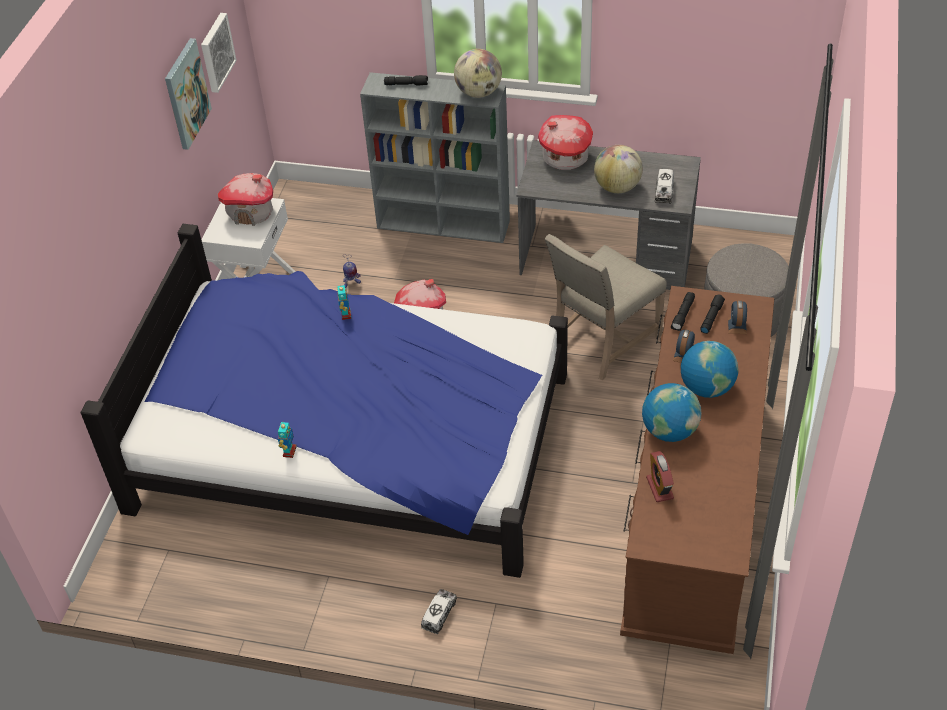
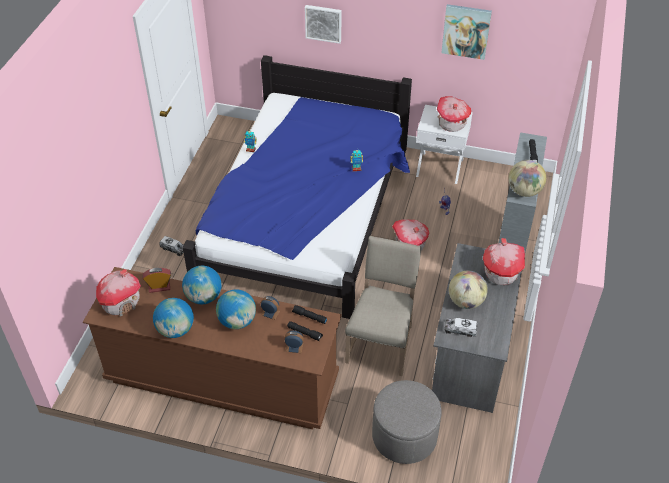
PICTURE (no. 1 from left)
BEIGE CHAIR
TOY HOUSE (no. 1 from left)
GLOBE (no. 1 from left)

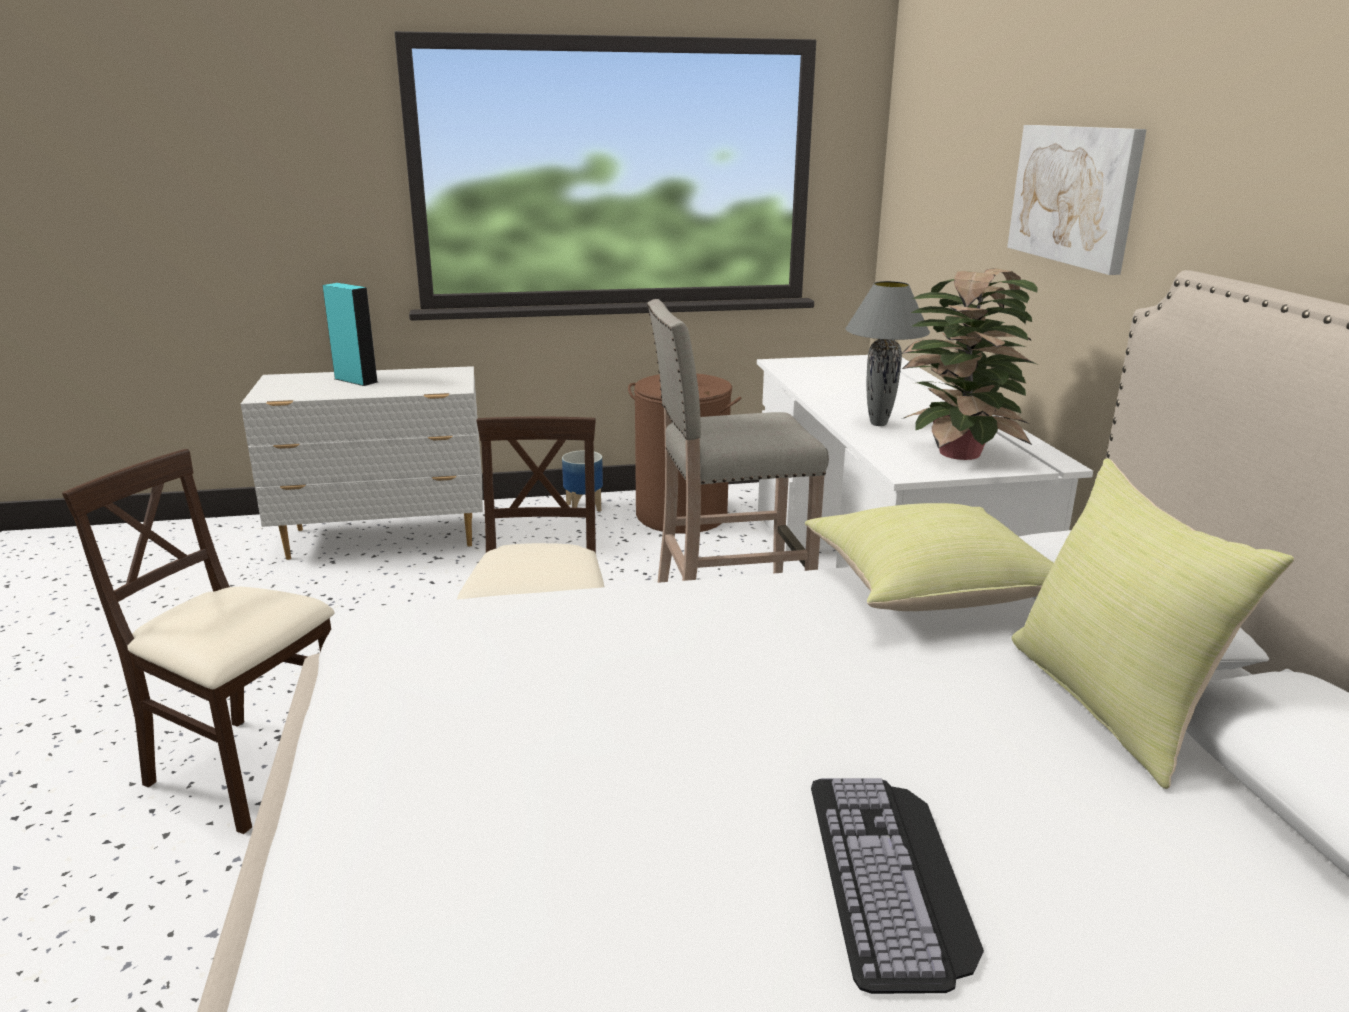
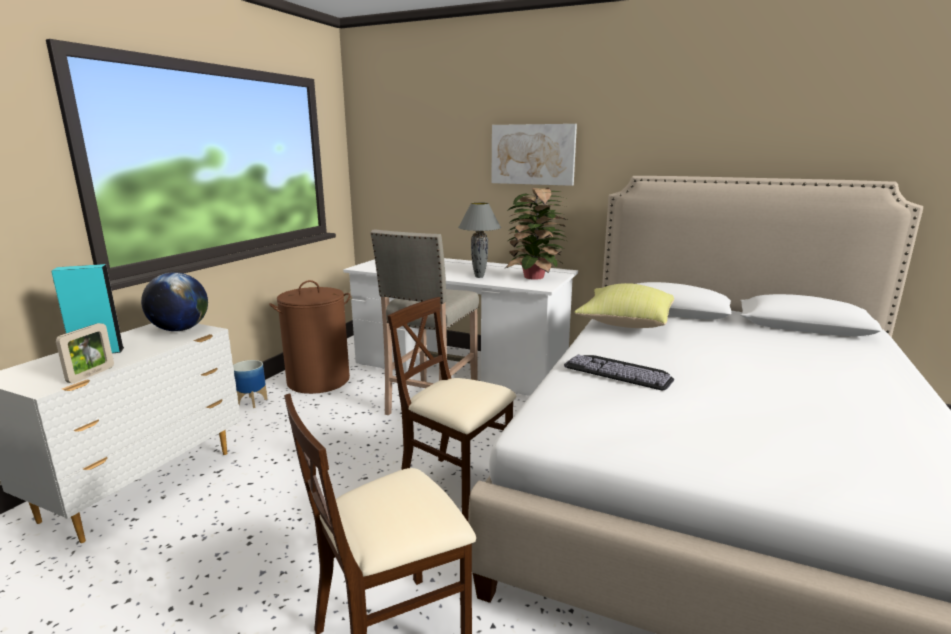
YELLOW PILLOW (no. 2 from left in the first image)
KEYBOARD
GLOBE
PICTURE FRAME

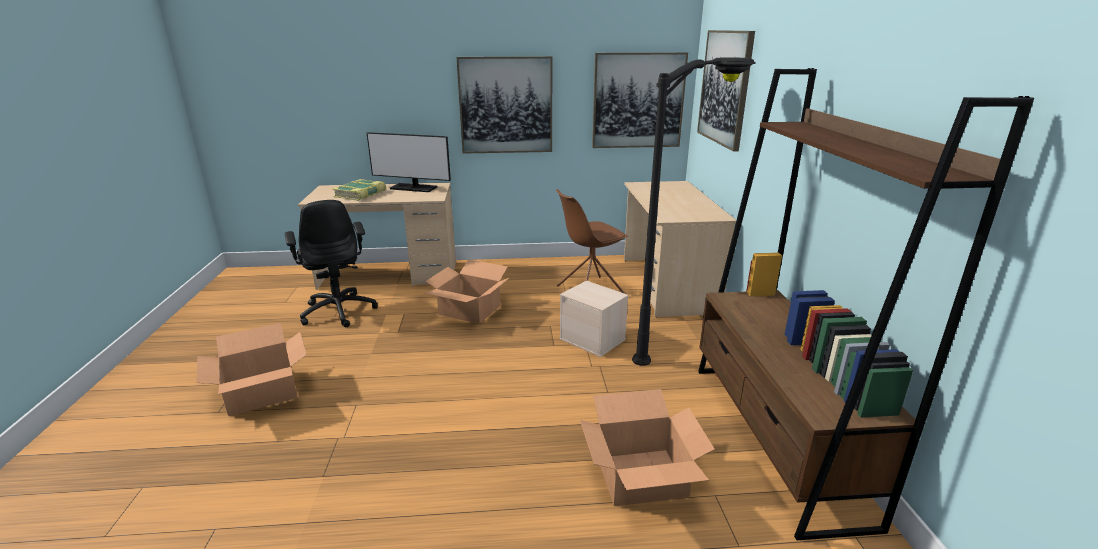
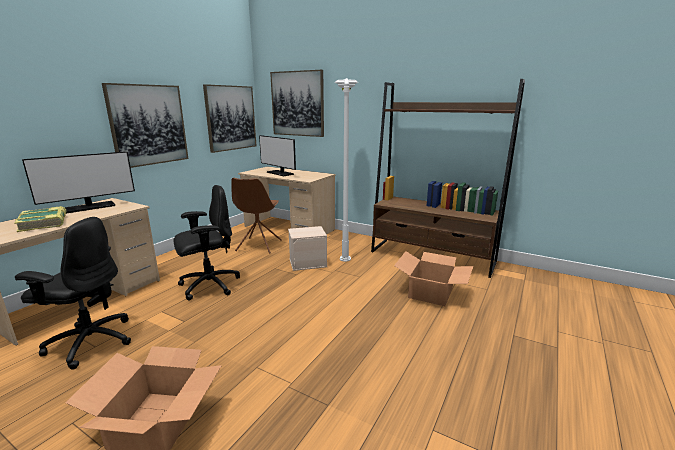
WHITE FLOOR LAMP
BLACK OFFICE CHAIR (no. 2 from left)
MONITOR (no. 2 from left)

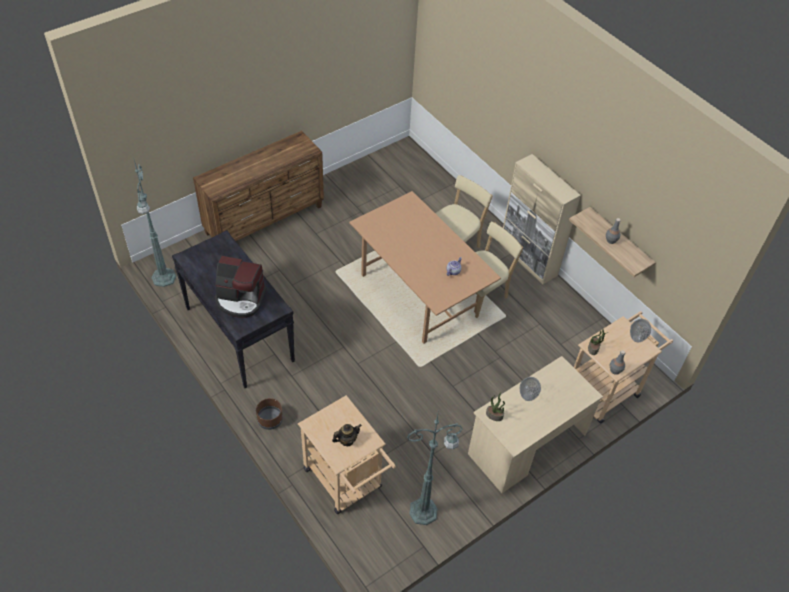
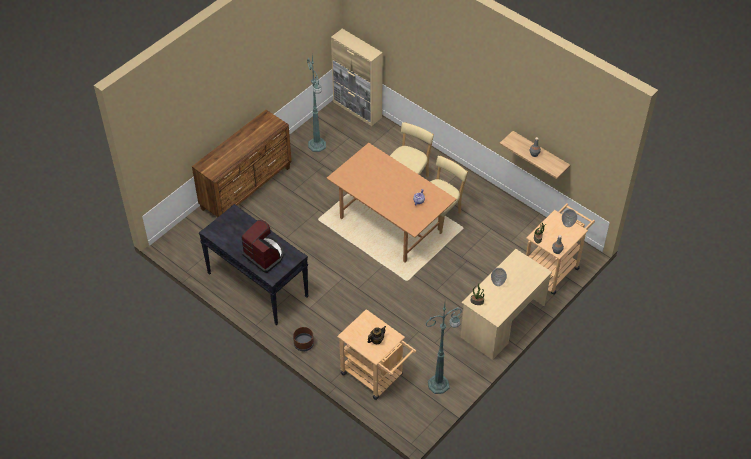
BEIGE CABINET
GREEN FLOOR LAMP (no. 1 from left)
COFFEE MACHINE

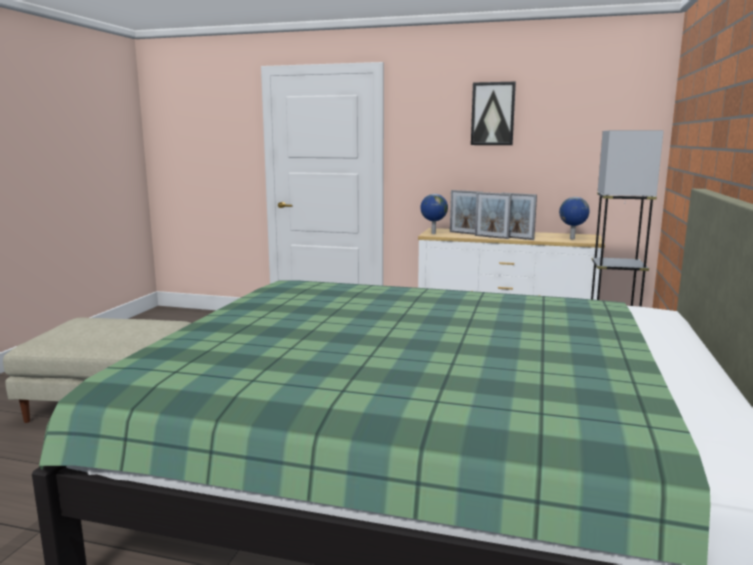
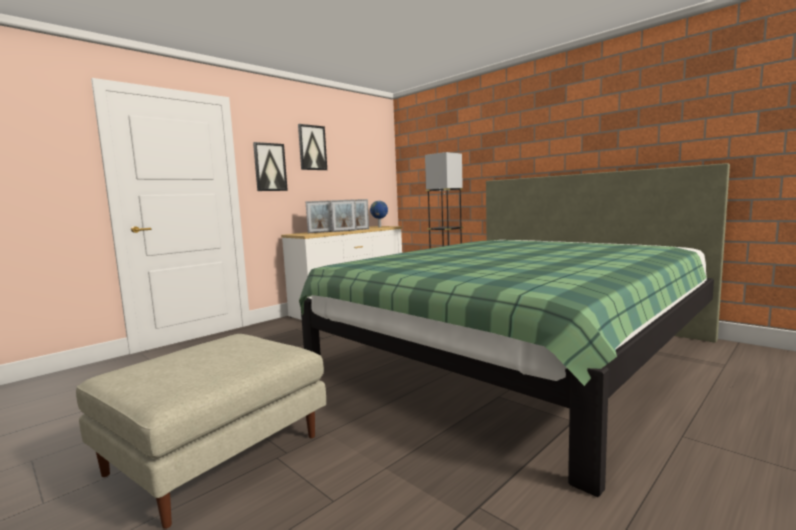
GLOBE (no. 1 from left in the first image)
PICTURE (no. 1 from left)

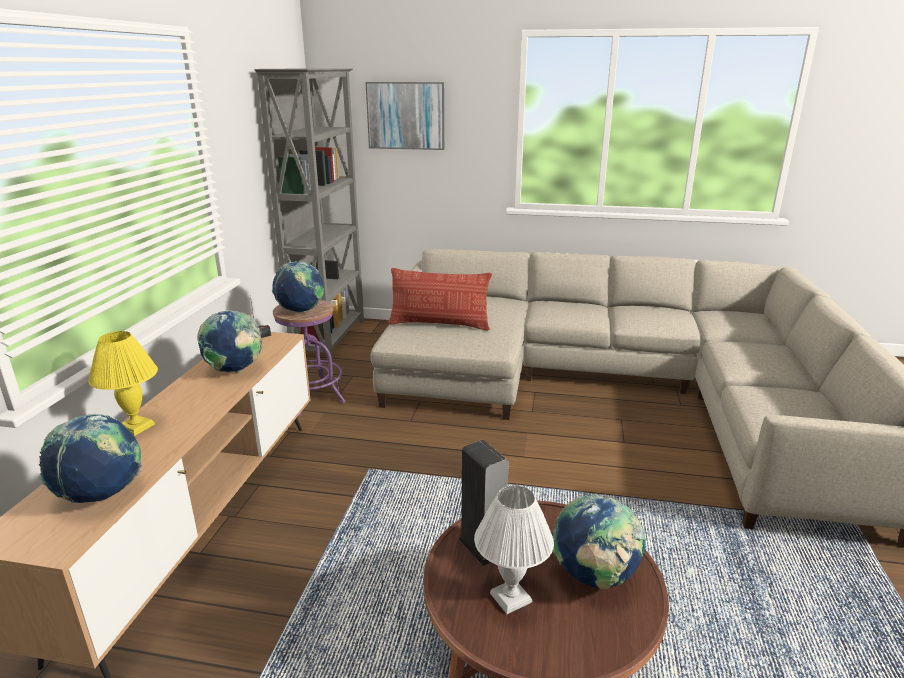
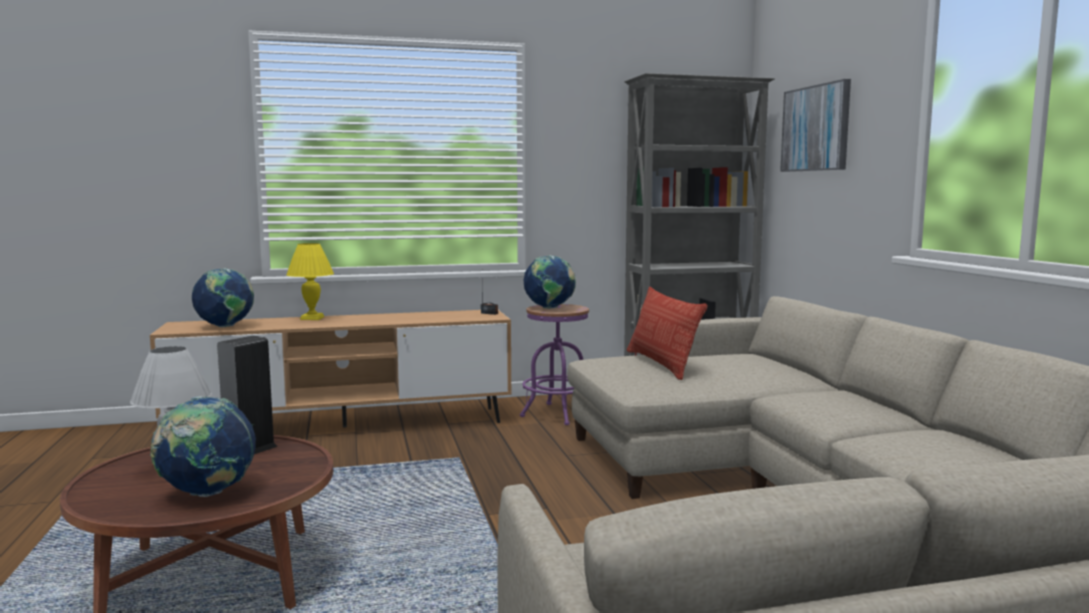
GLOBE (no. 2 from left in the first image)

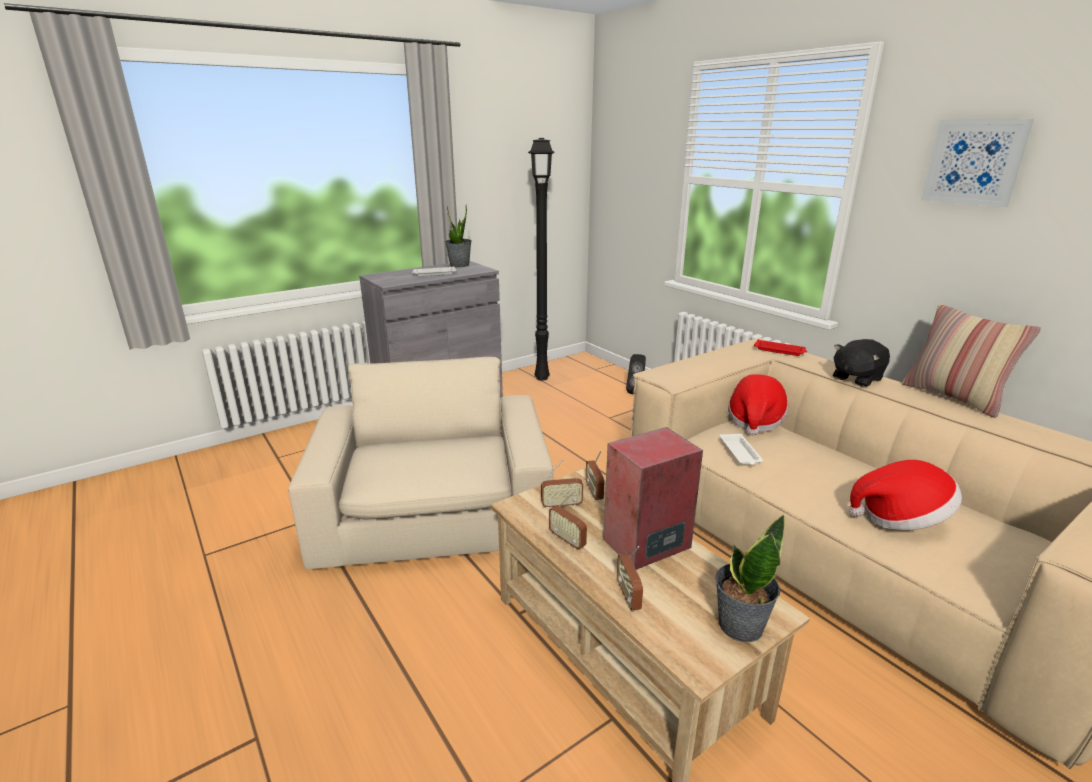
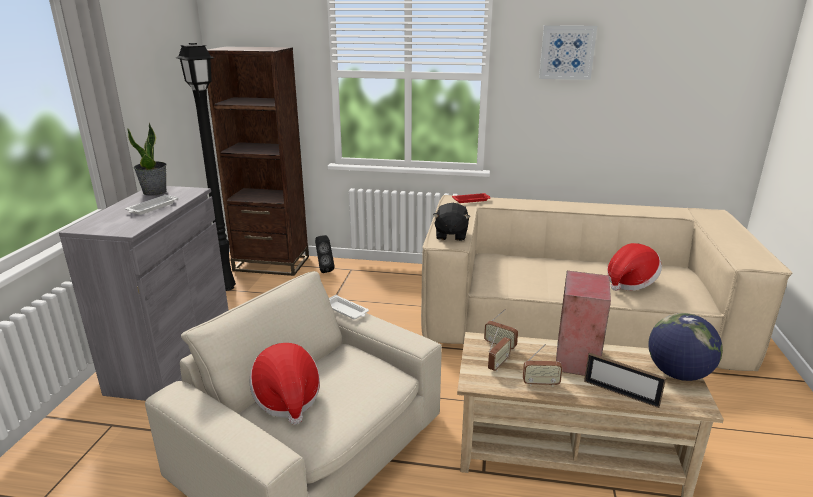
PILLOW
BLACK PLUSH TOY
HAT (no. 1 from left)
WHITE TRAY (no. 2 from left)
GLOBE
PICTURE FRAME
BROWN BOOKCASE

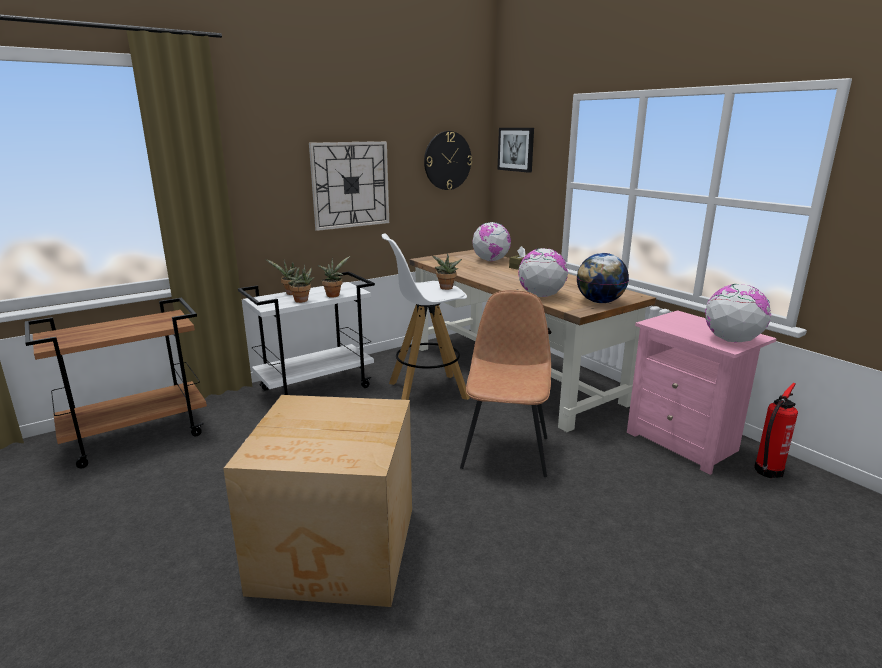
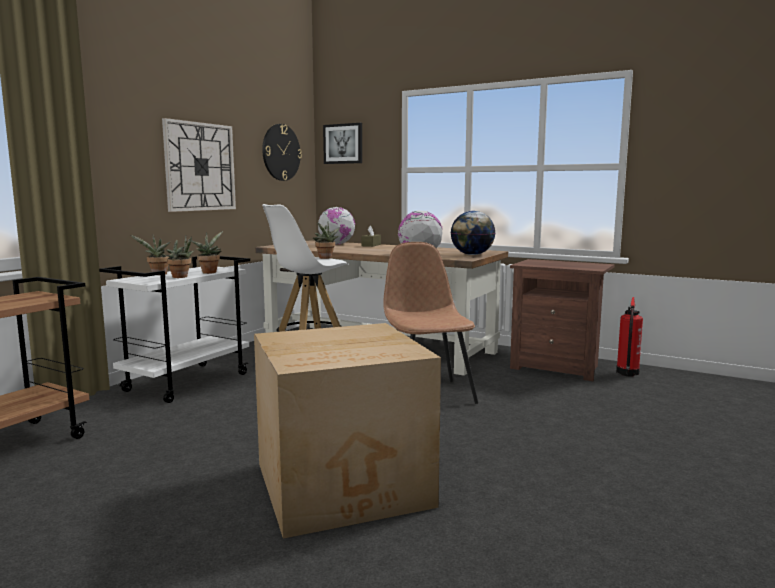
GLOBE (no. 4 from left in the first image)
BROWN NIGHTSTAND

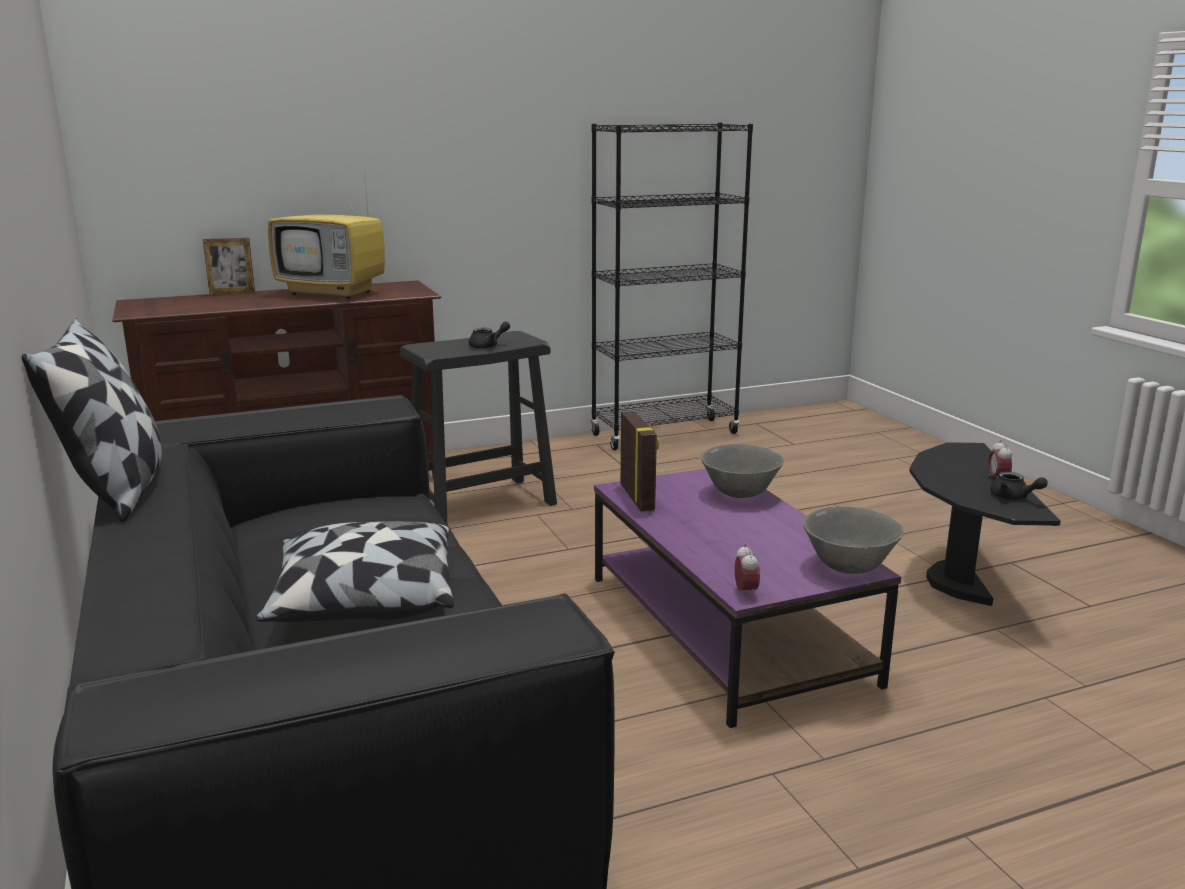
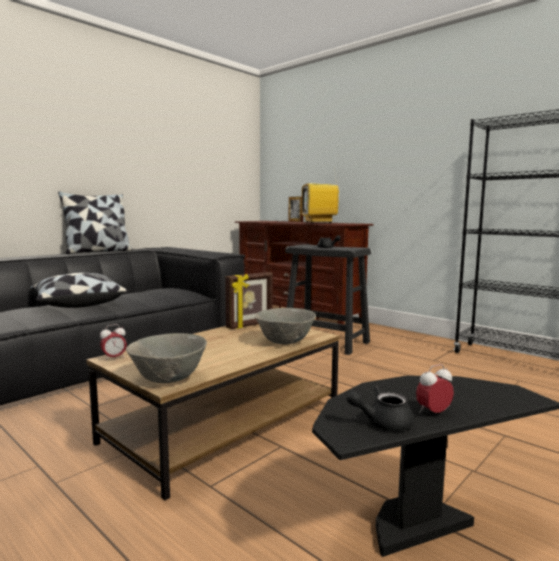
BROWN COFFEE TABLE
BLACK TEAPOT (no. 2 from left)

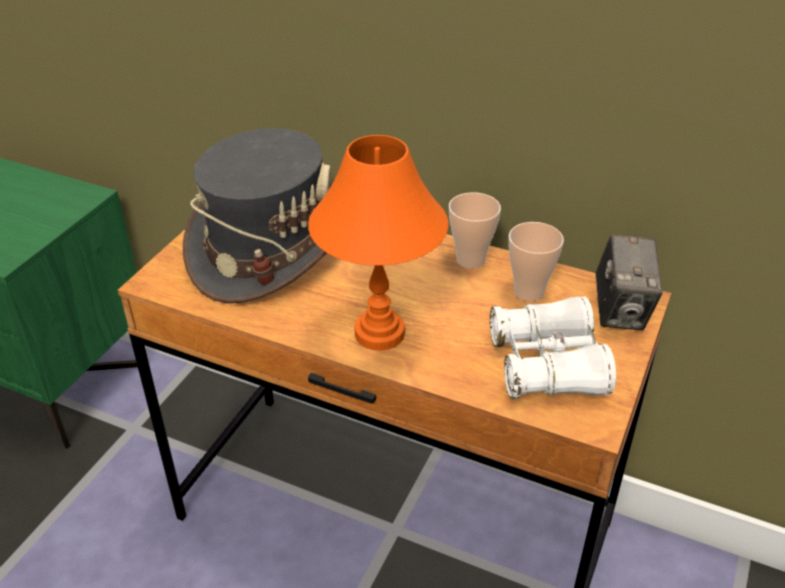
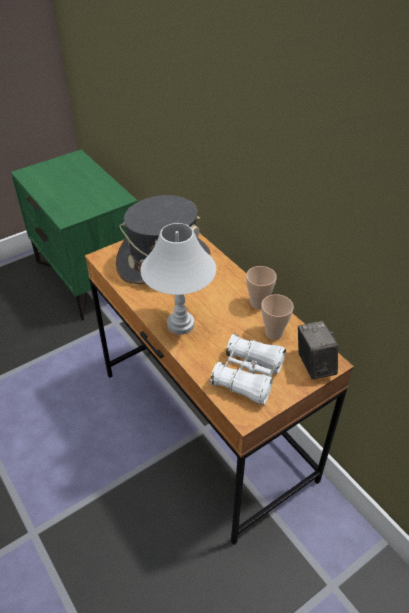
WHITE TABLE LAMP
PHOTO CAMERA

